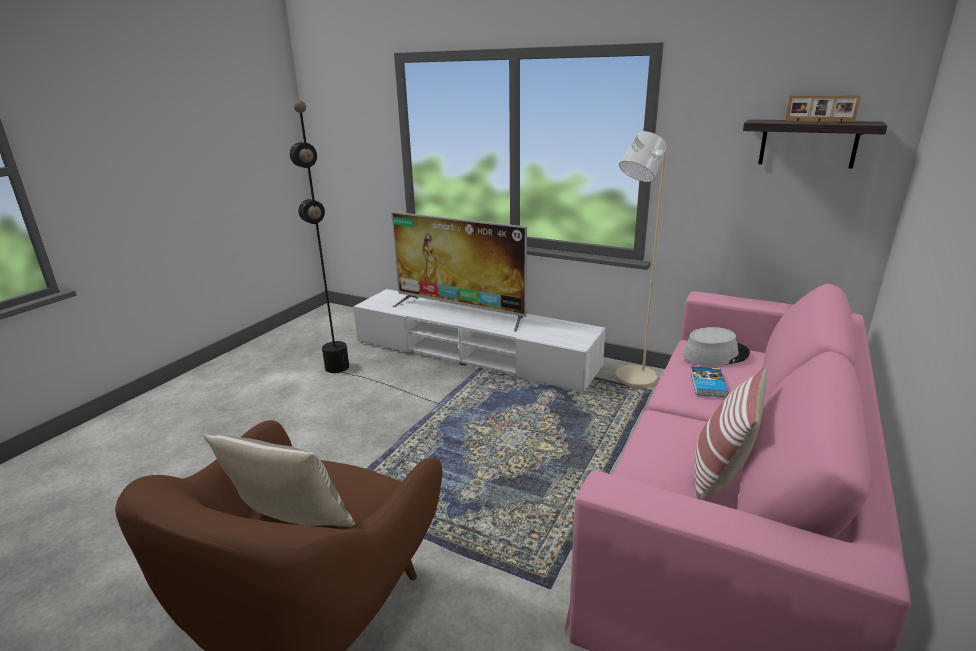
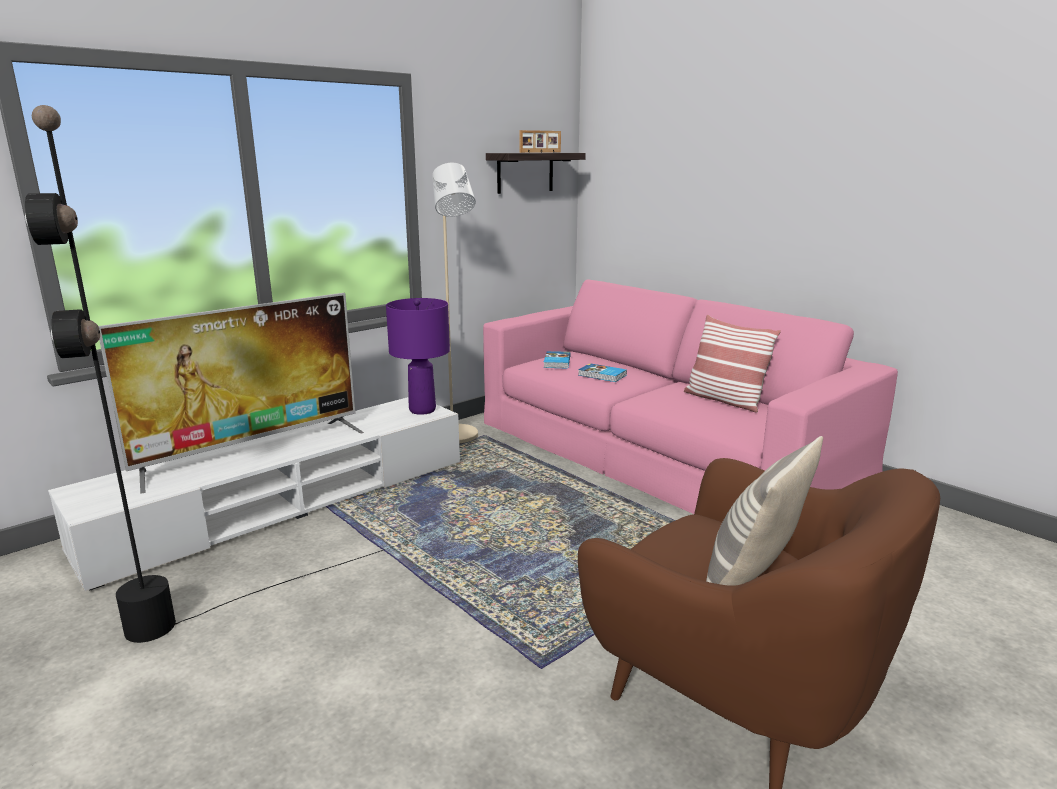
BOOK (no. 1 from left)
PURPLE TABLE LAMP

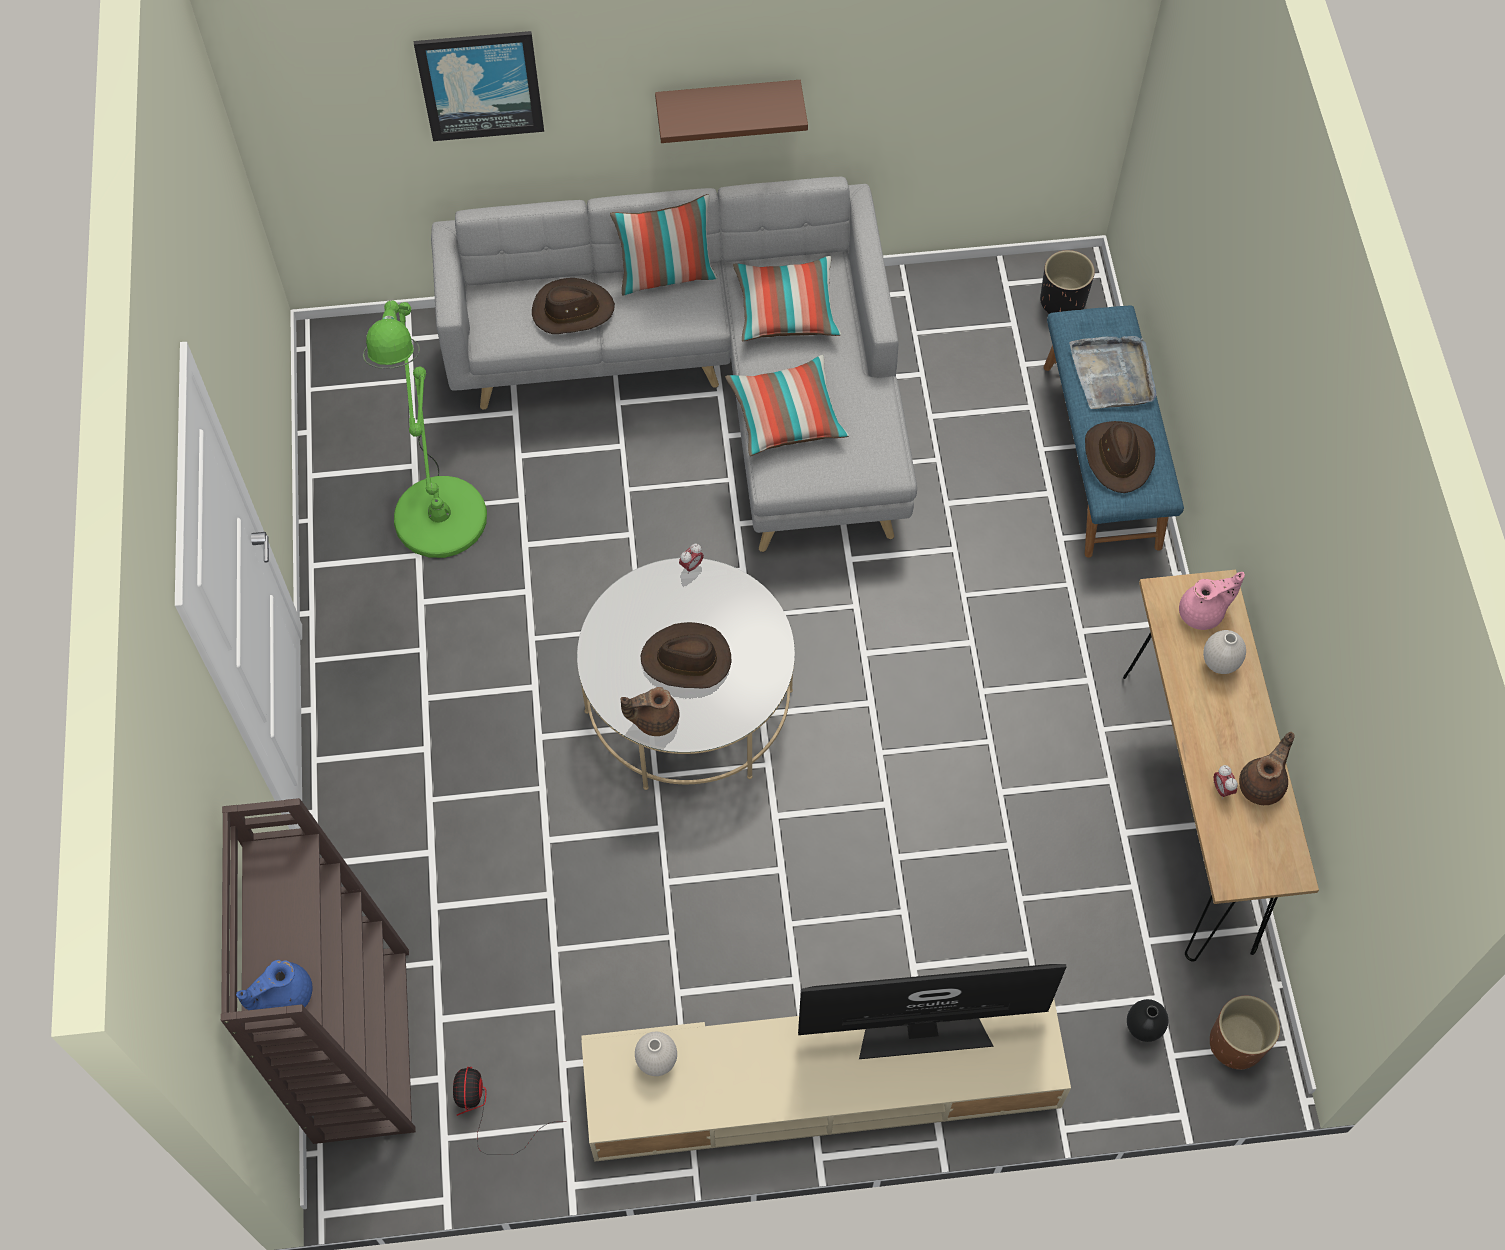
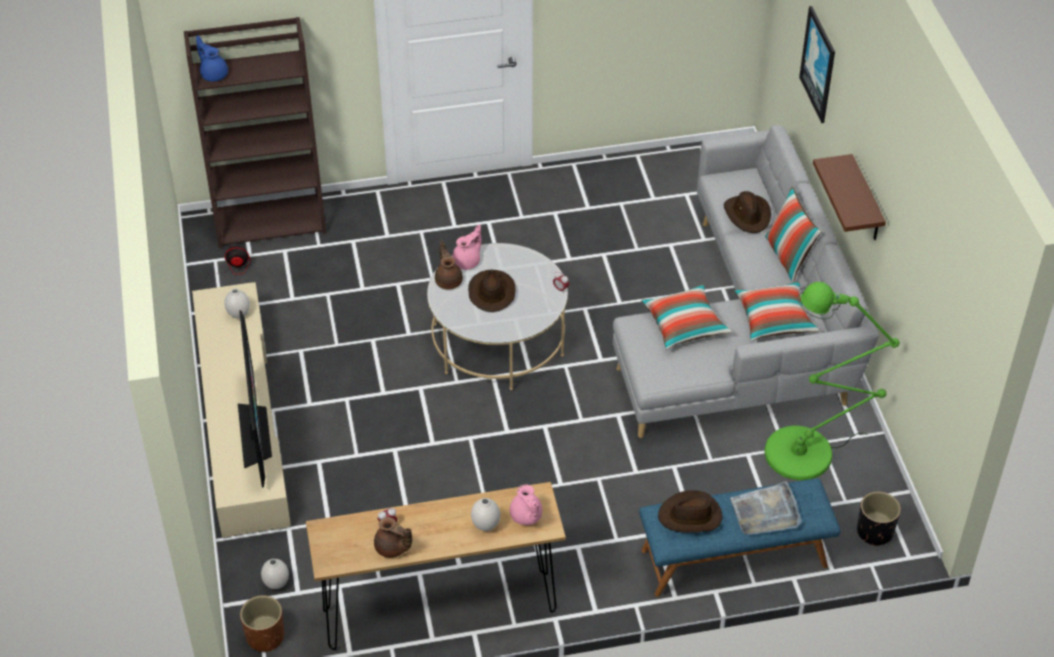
GREEN FLOOR LAMP
WHITE VASE (no. 2 from left)
PINK TEAPOT (no. 1 from left)

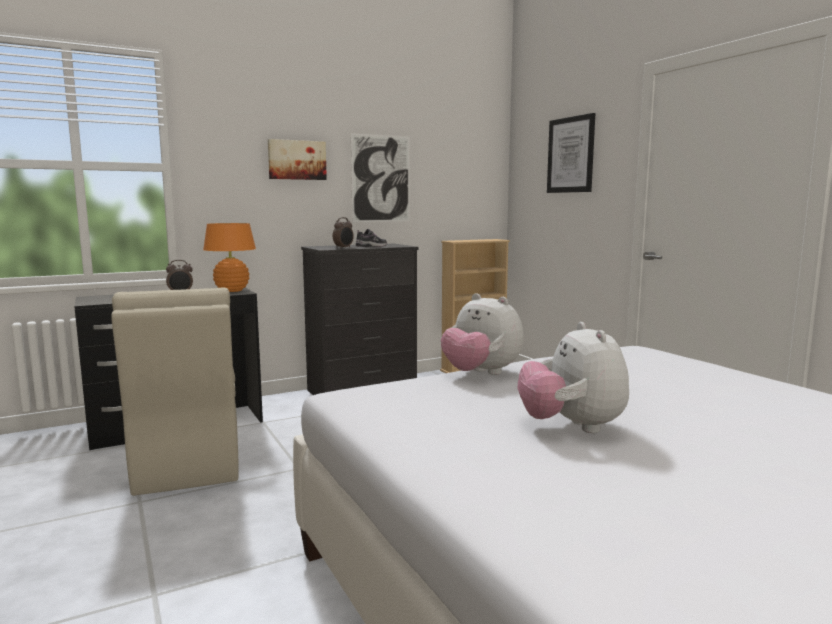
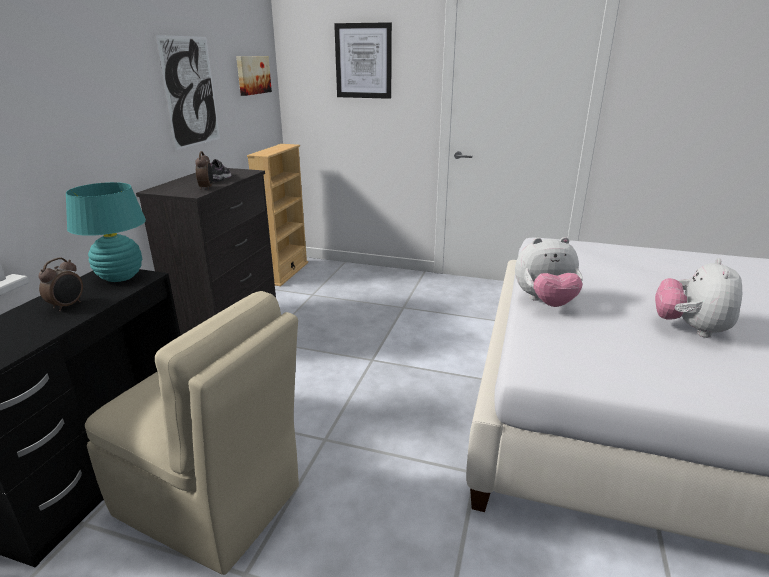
PICTURE (no. 2 from left)
TURQUOISE TABLE LAMP
PLUSH TOY (no. 2 from left)

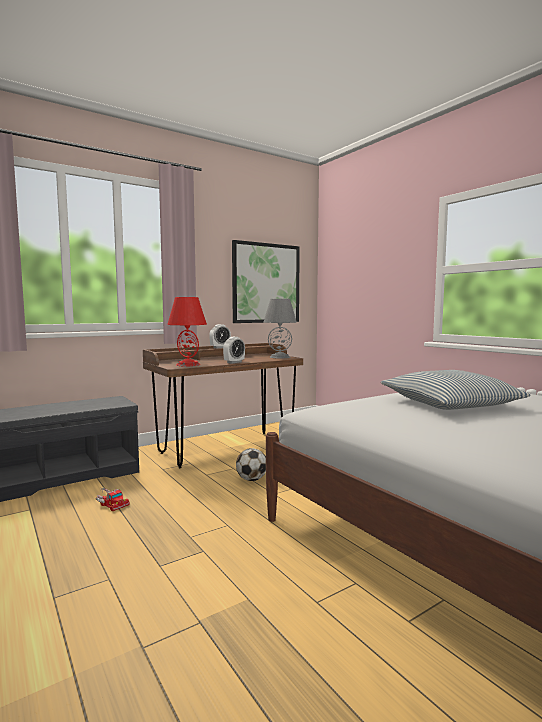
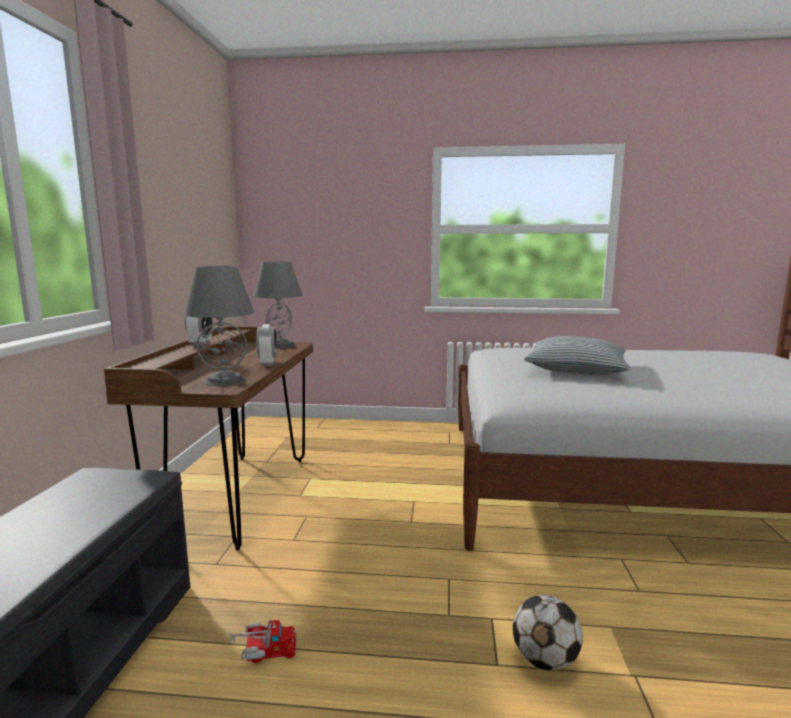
PICTURE
GREY TABLE LAMP (no. 1 from left)
FOOTBALL

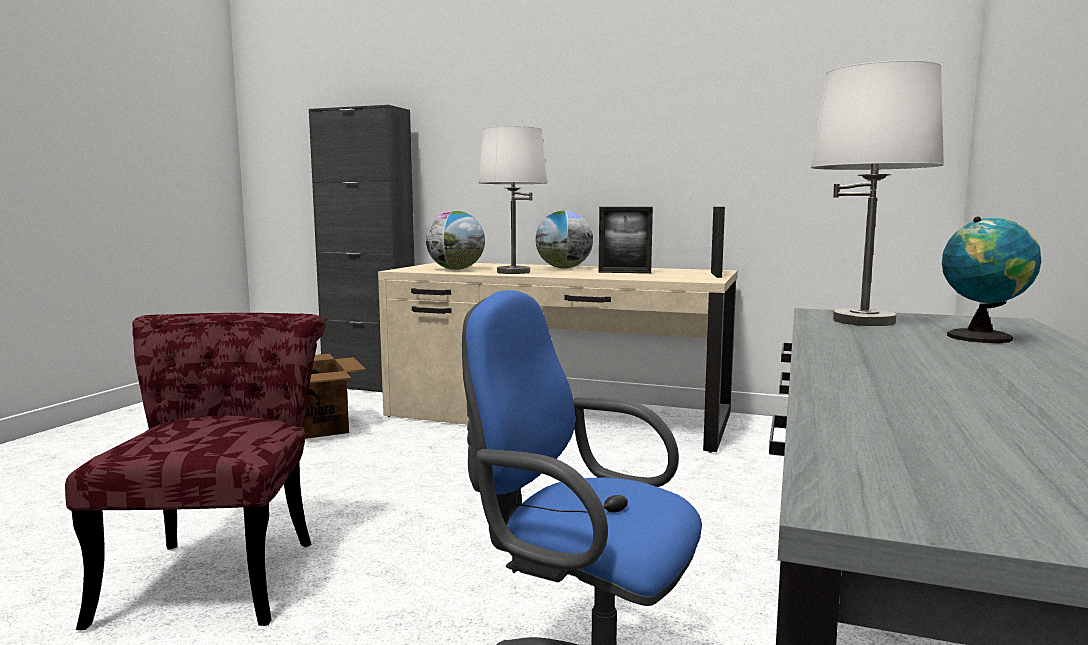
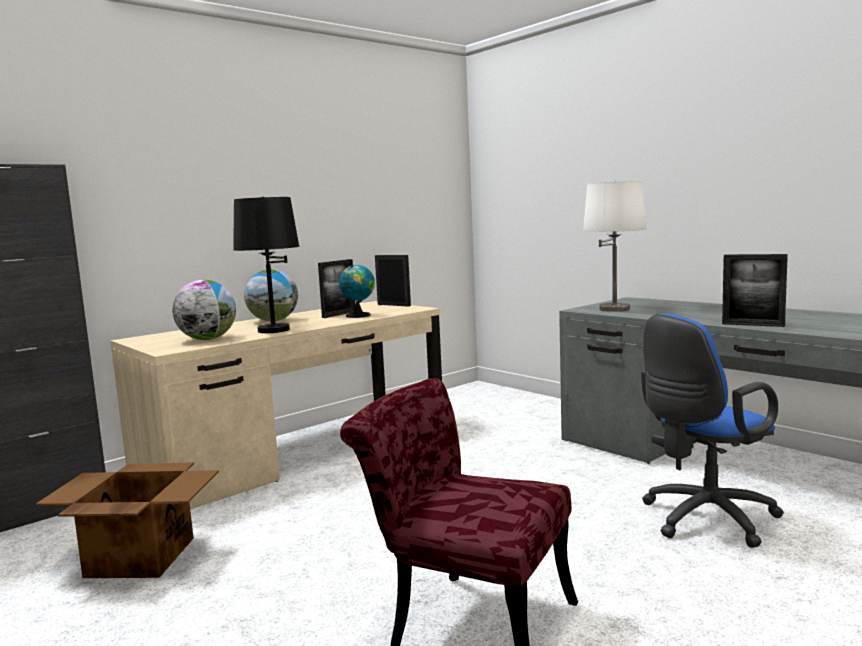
BLACK TABLE LAMP
GLOBE (no. 3 from left)
PICTURE FRAME (no. 3 from left)

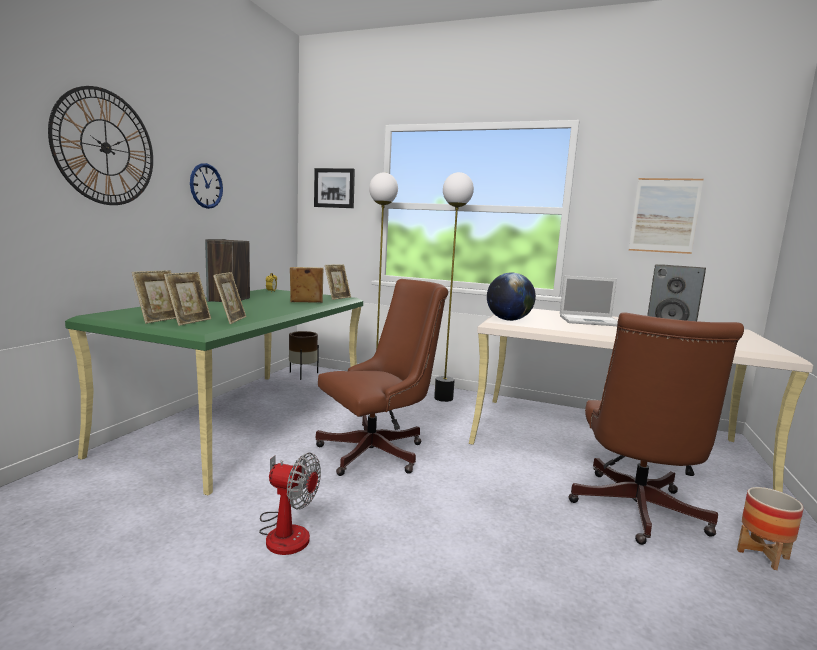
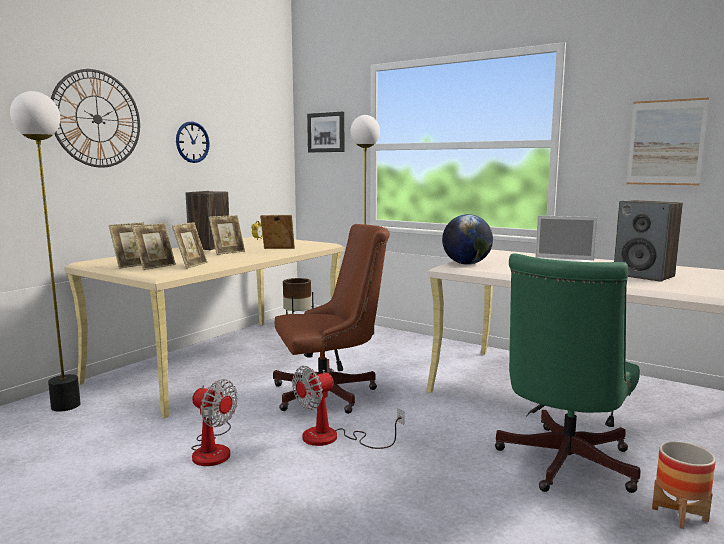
FLOOR LAMP (no. 1 from left)
PICTURE FRAME (no. 4 from left)
BEIGE DESK (no. 1 from left)
GREEN OFFICE CHAIR
FAN (no. 2 from left)

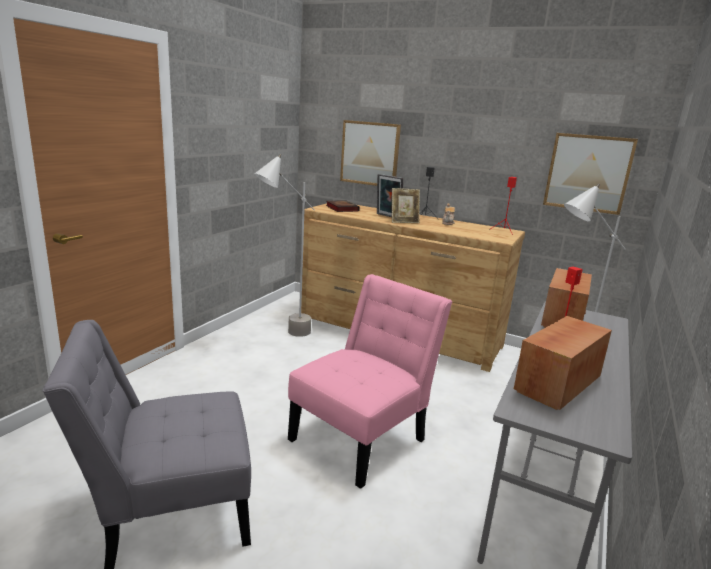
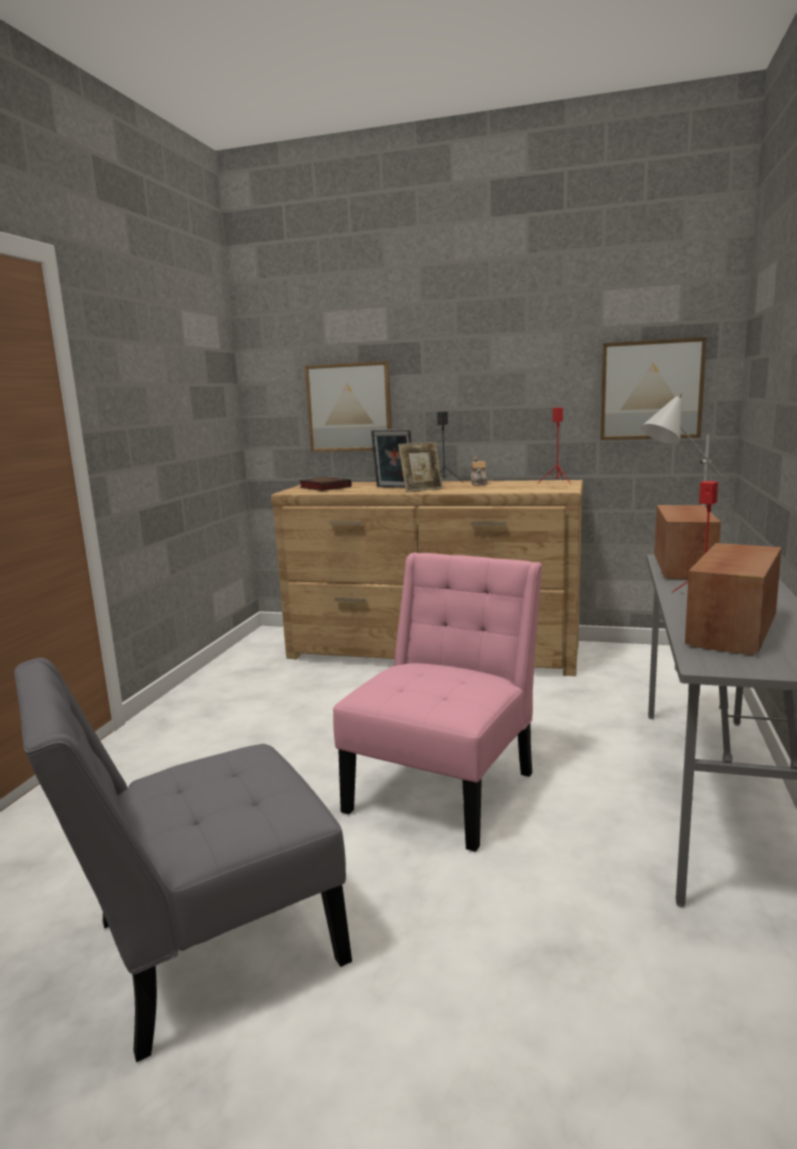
GREY FLOOR LAMP (no. 1 from left in the first image)

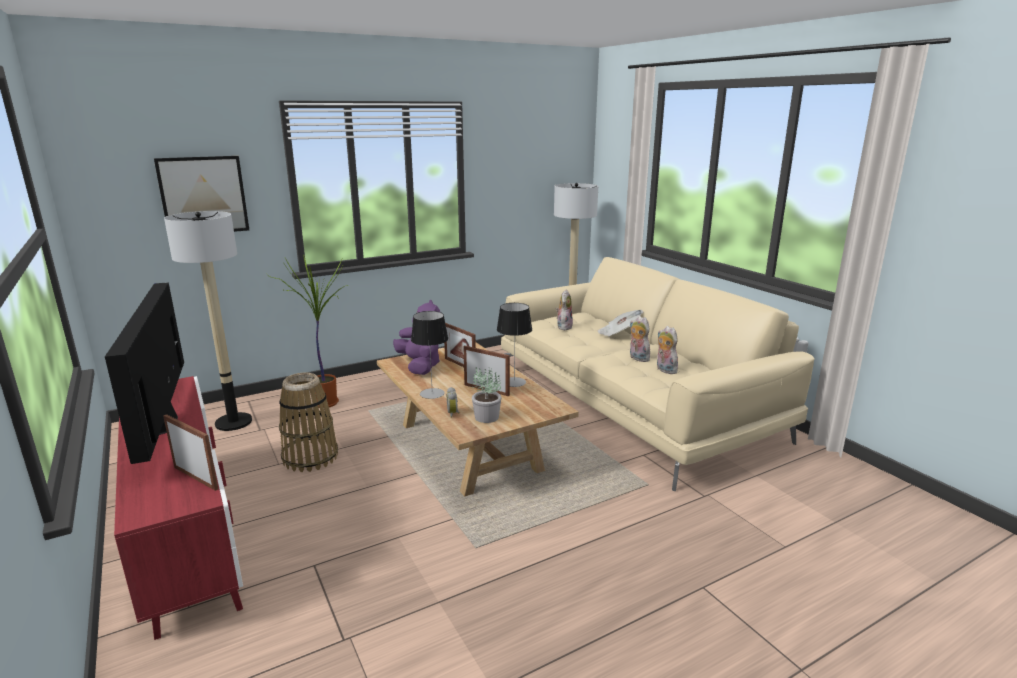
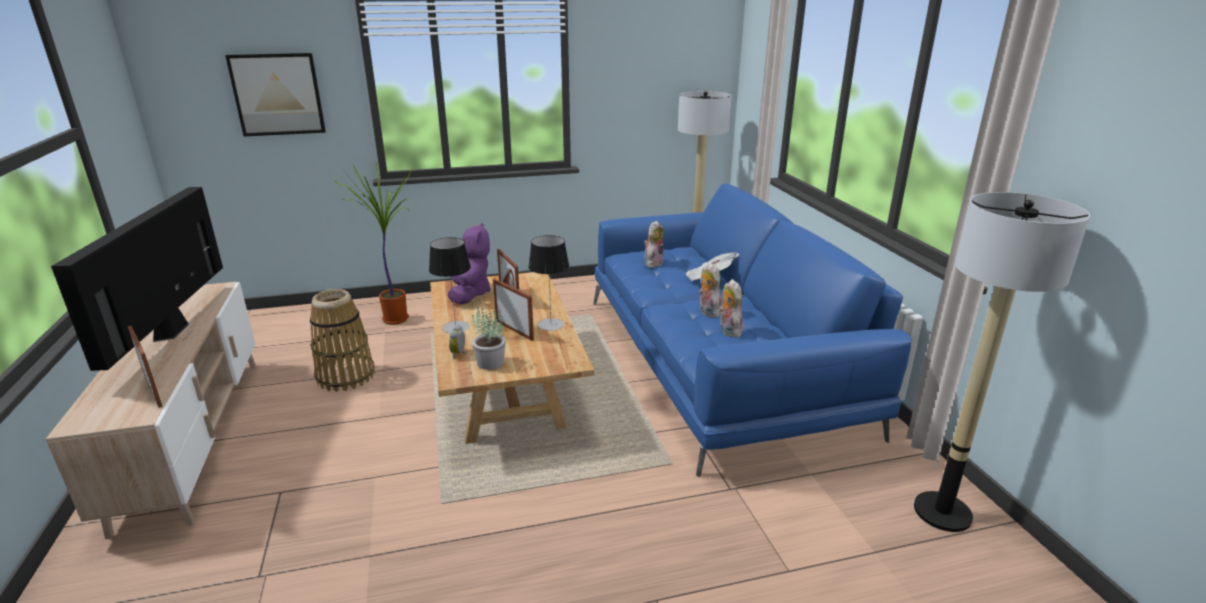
FLOOR LAMP (no. 2 from left)
BLUE SOFA
BEIGE TV STAND

